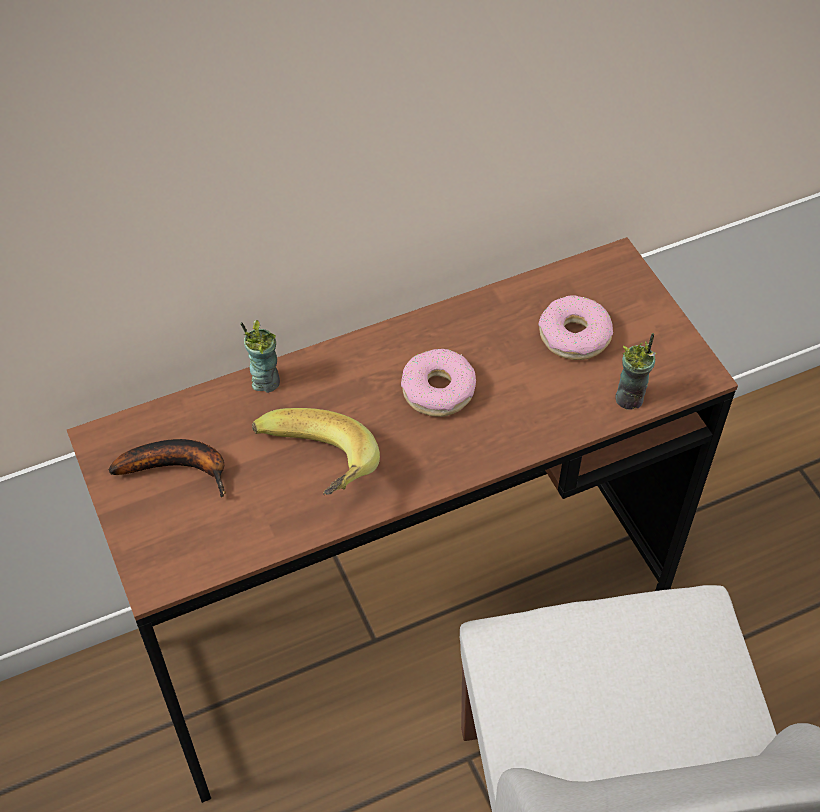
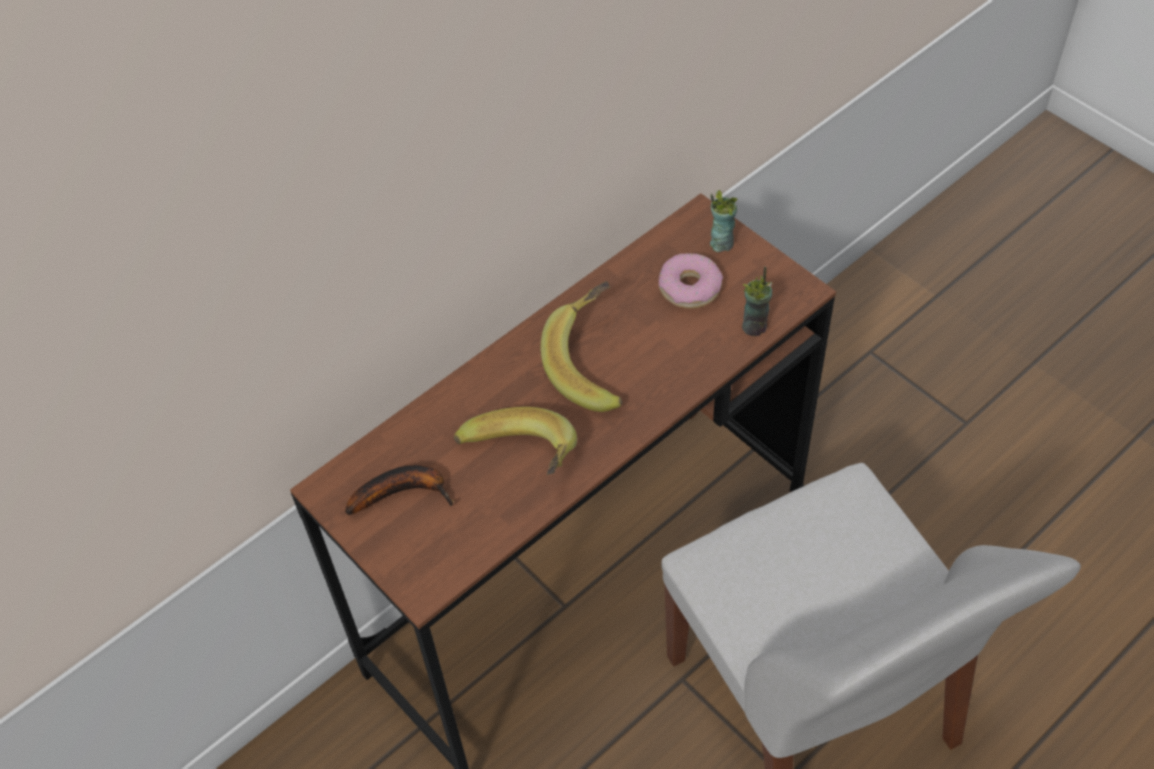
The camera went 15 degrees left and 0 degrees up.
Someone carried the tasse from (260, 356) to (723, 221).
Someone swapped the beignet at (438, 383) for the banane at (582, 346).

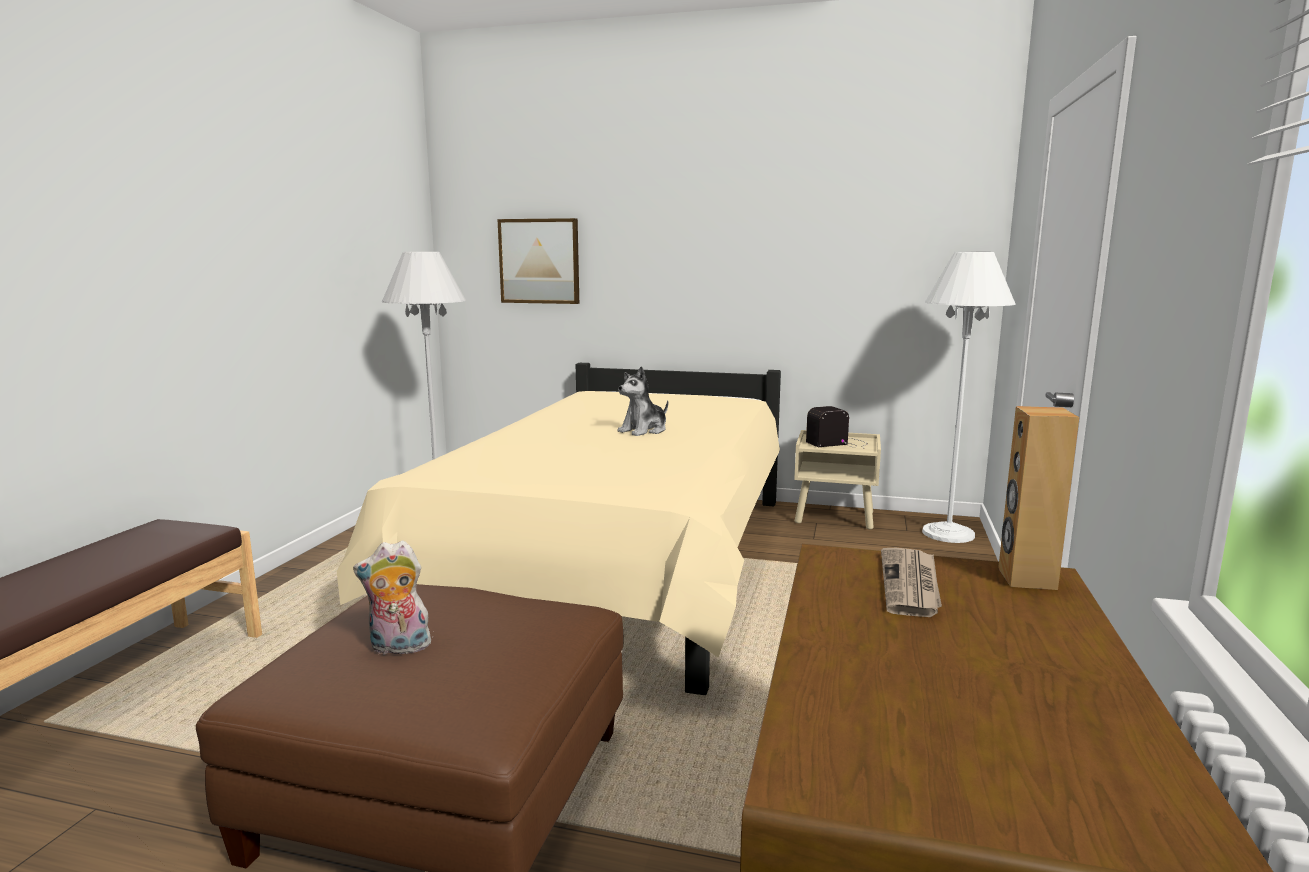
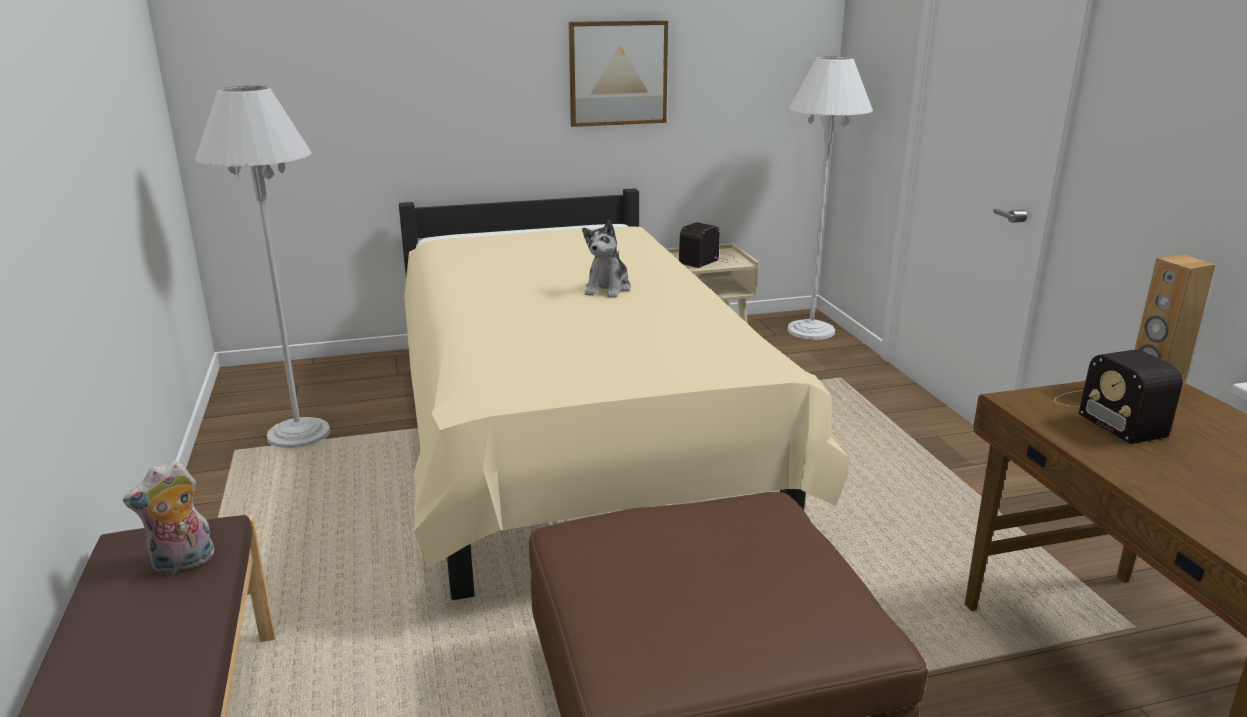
The camera went 30 degrees left and 10 degrees up.
Someone carried the peluche from (392, 598) to (168, 518).
Someone carried the tableau from (538, 261) to (618, 73).
Someone swapped the journal at (911, 582) for the radio at (1118, 396).

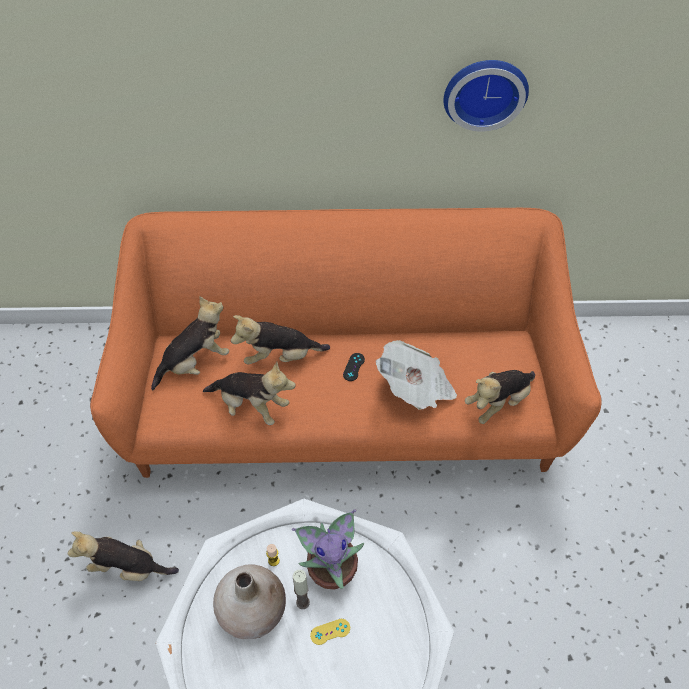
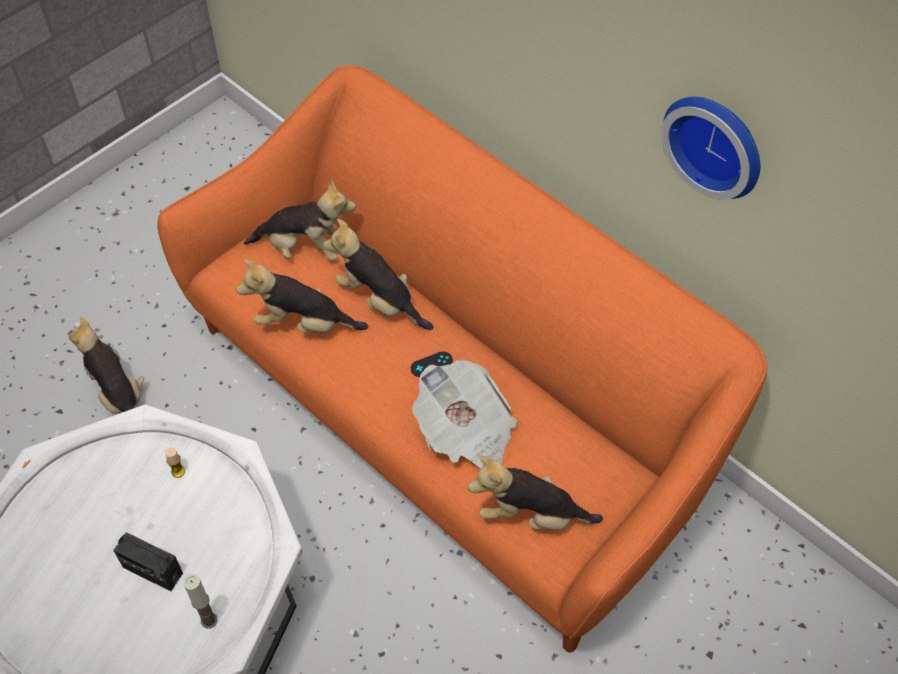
The camera went 45 degrees right and 0 degrees up.
Someone took away the vase [beige] at (249, 601).
Someone took away the plante en pot at (328, 549).
Someone carried the bougie from (301, 589) to (201, 601).
Someone swapped the manette [jaune] at (330, 632) for the radio at (148, 561).
Someone rotated the peluche at (249, 393) by 120 degrees clockwise.

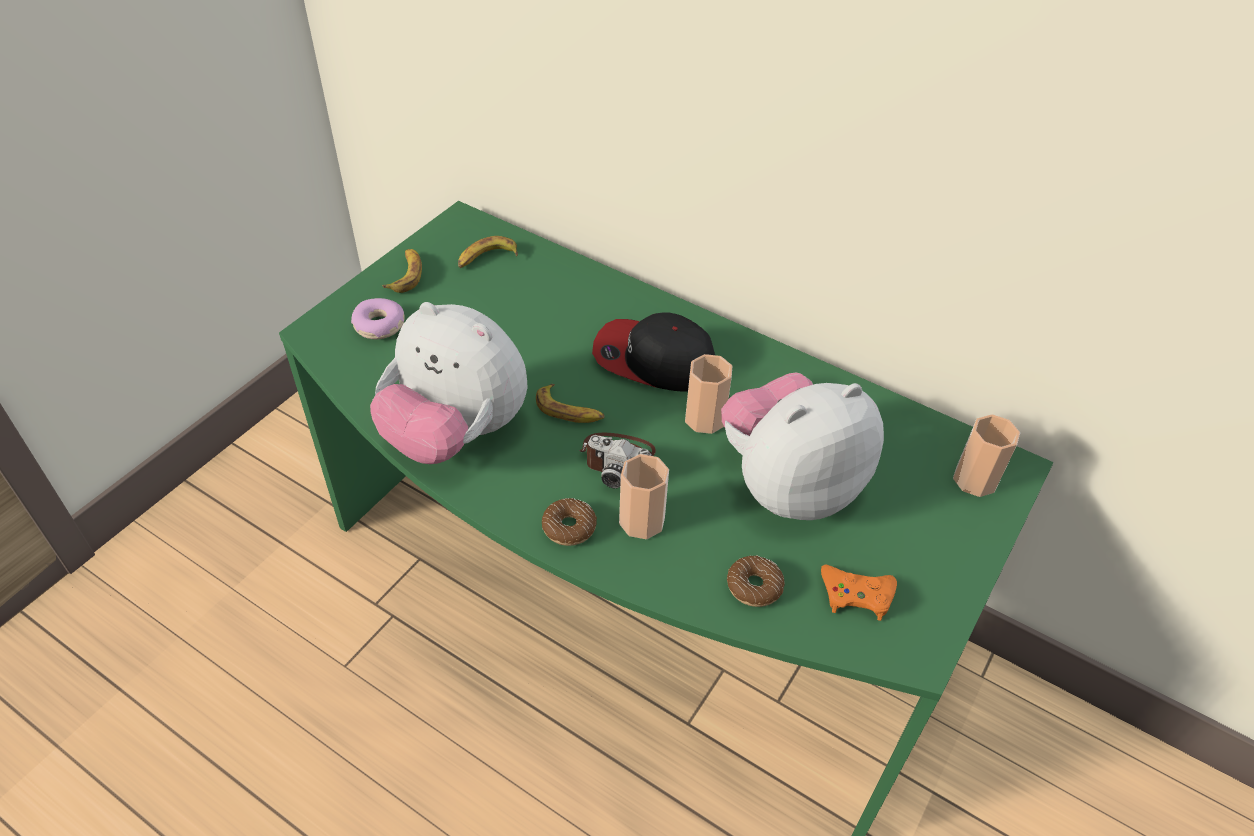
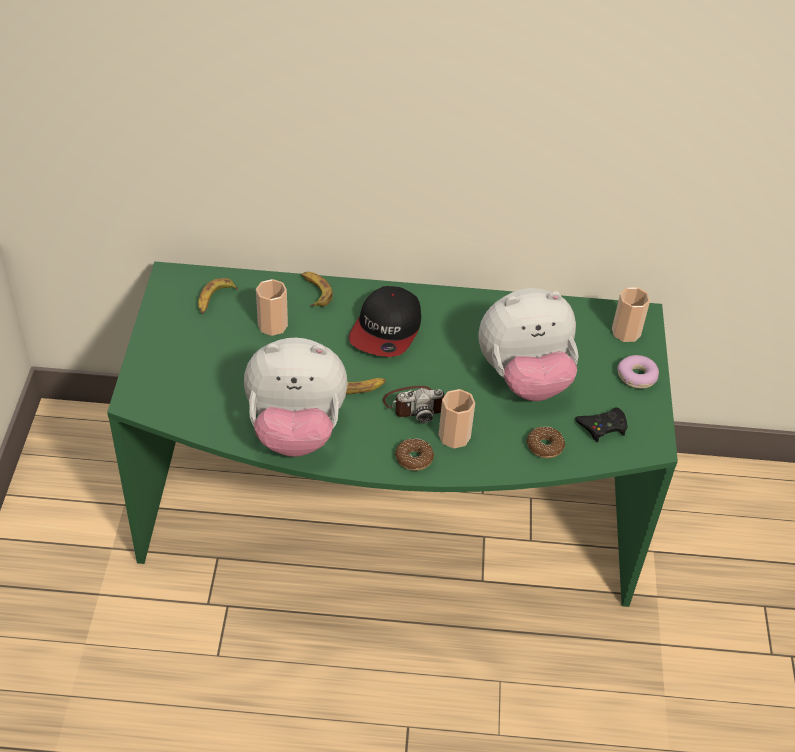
The camera went 30 degrees left and 0 degrees up.
Someone carried the beignet from (378, 318) to (638, 372).
Someone carried the banane from (402, 271) to (317, 289).
Someone carried the tasse from (708, 394) to (272, 307).
Someone repainted the manette [orange] at (859, 593), which became the manette [noir] at (601, 424).
Someone rotated the casquette at (653, 352) by 60 degrees counterclockwise.
Someone rotated the peluche at (802, 446) by 135 degrees counterclockwise.

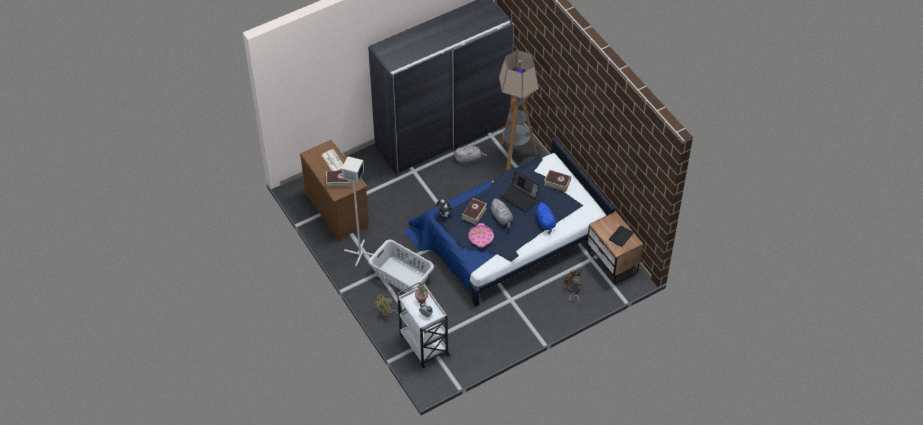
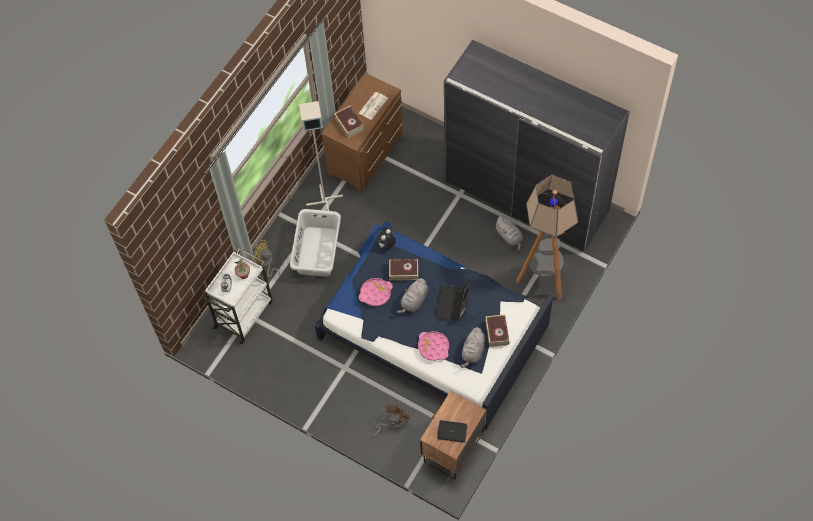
The camera went 65 degrees right and 10 degrees up.
Someone put down the peluche [gris] at (472, 347).
Someone swapped the peluche [bleu] at (545, 218) for the plateau [rose] at (433, 346).

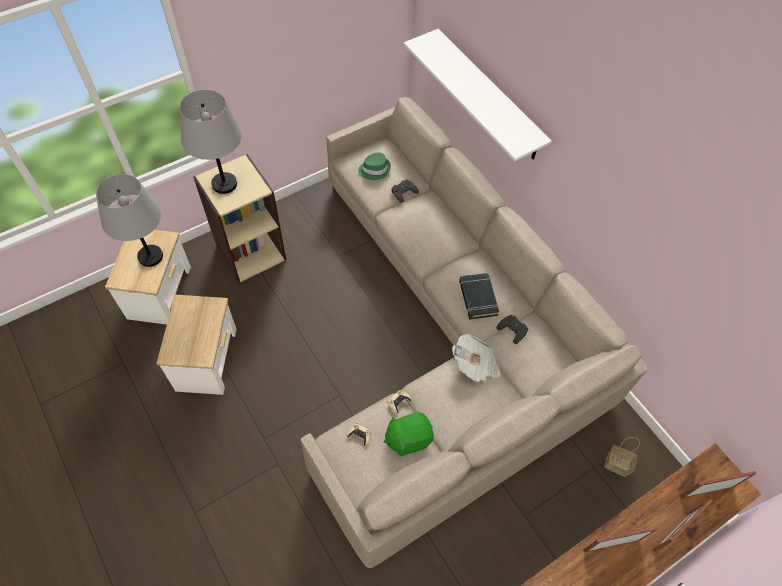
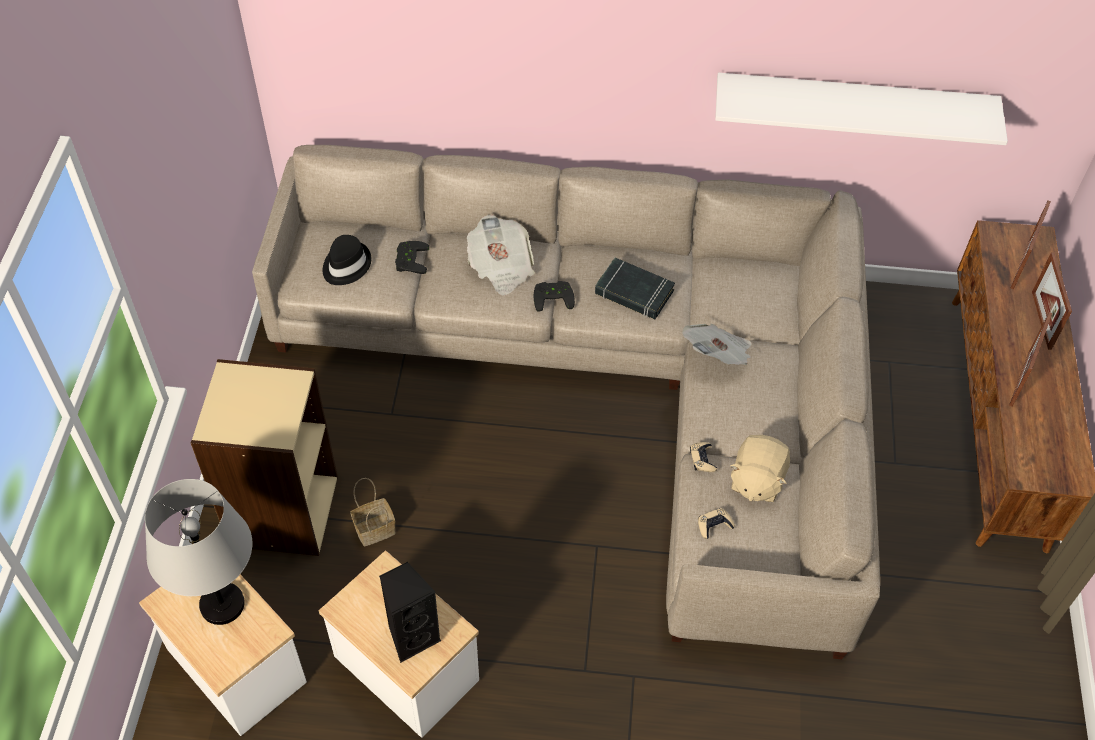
The camera went 50 degrees left and 5 degrees down.
Someone took away the lampe de table [gris] at (211, 142).
Someone put down the enceinte [noir] at (410, 612).
Someone put down the journal at (501, 255).
Someone carried the étagère [blanc] from (478, 95) to (861, 109).
Someone carried the manette [noir] from (512, 329) to (554, 296).
Someone carried the panier from (622, 457) to (373, 512).
Someone repainted the chapeau [vert] at (374, 166), which became the chapeau [noir] at (347, 260).
Someone repainted the peluche [vert] at (408, 434), which became the peluche [beige] at (760, 468).

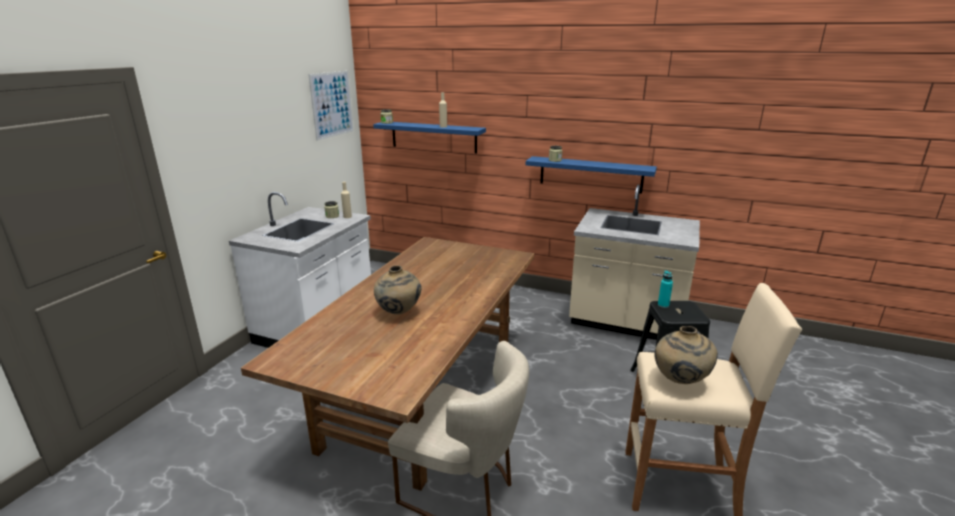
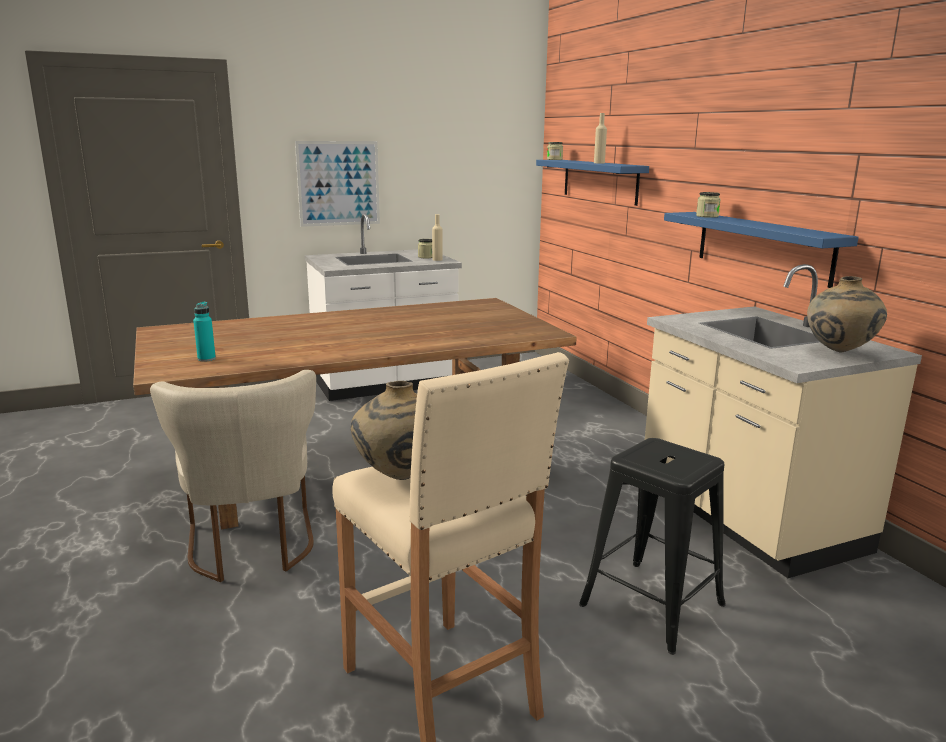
The camera went 45 degrees right and 5 degrees down.
Someone carried the tableau from (331, 106) to (337, 184).
Someone carried the vase [beige] from (398, 289) to (847, 314).
Someone carried the bouteille [turquoise] from (665, 289) to (204, 332).

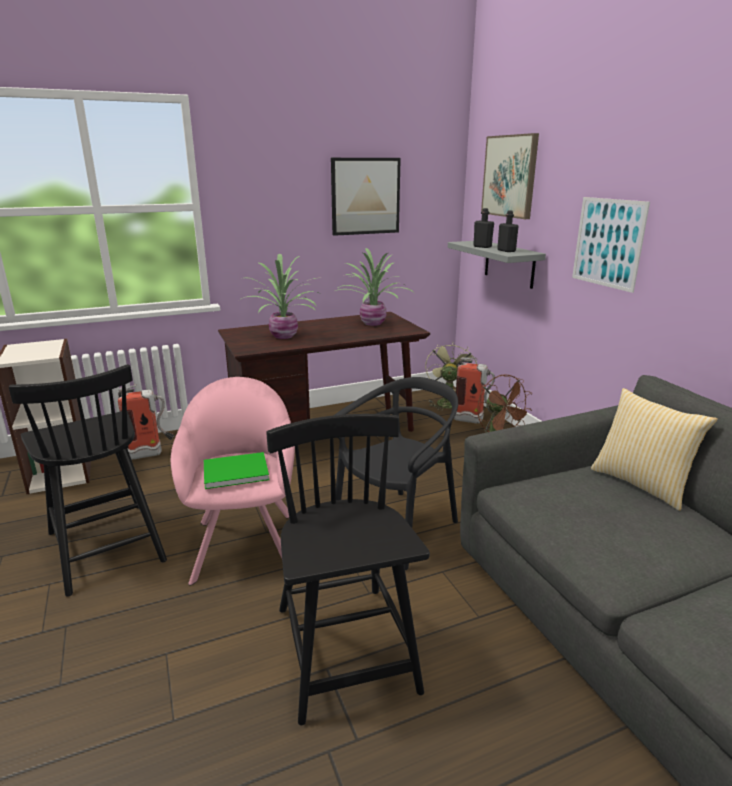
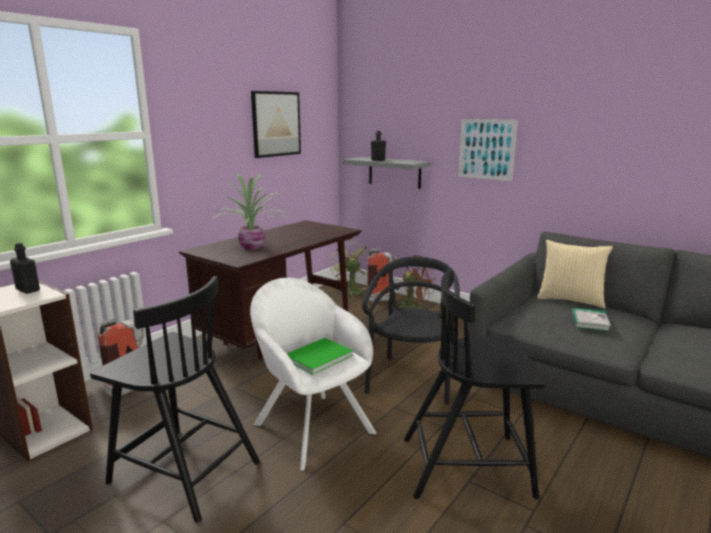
The camera went 30 degrees left and 5 degrees down.
Someone took away the plante en pot at (375, 287).
Someone took away the tableau at (510, 176).
Someone put down the livre at (591, 319).
Someone carried the bouteille [noir] from (508, 231) to (25, 268).
Someone repainted the fauteuil [rose] at (233, 481), which became the fauteuil [blanc] at (313, 374).
Someone rotated the chaise [noir] at (348, 569) by 45 degrees counterclockwise.

